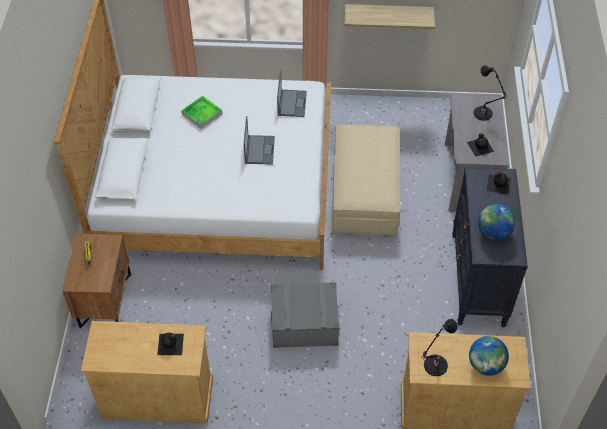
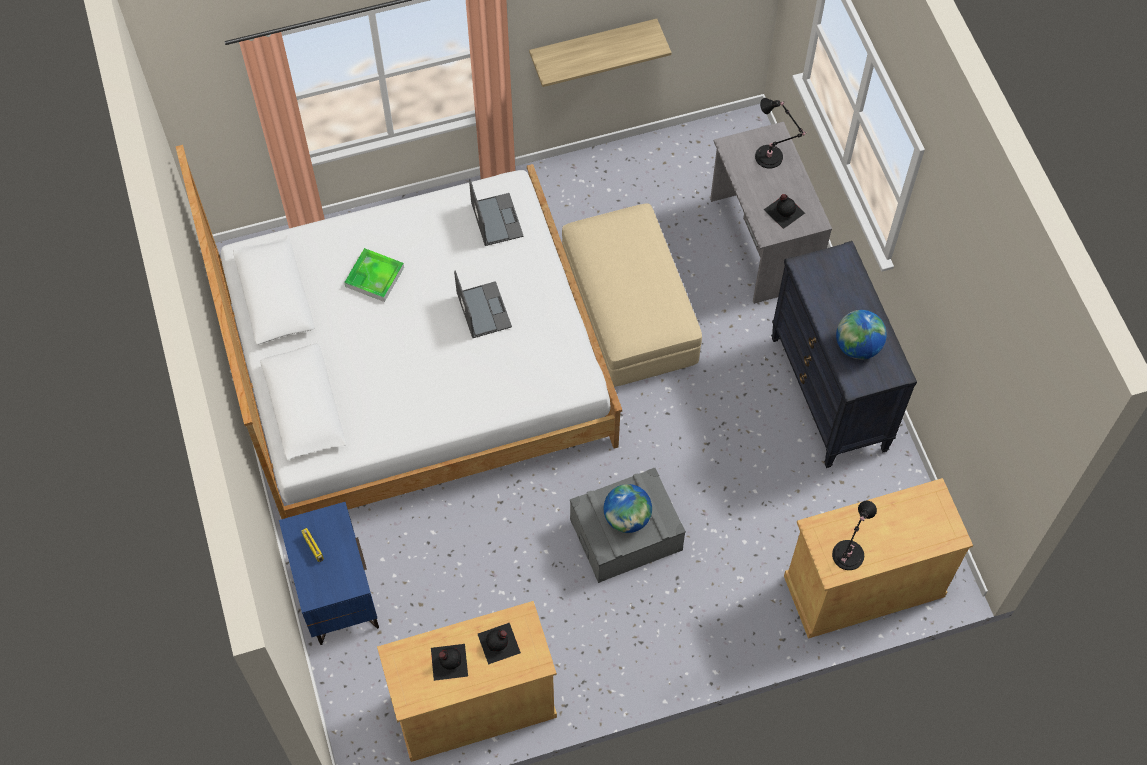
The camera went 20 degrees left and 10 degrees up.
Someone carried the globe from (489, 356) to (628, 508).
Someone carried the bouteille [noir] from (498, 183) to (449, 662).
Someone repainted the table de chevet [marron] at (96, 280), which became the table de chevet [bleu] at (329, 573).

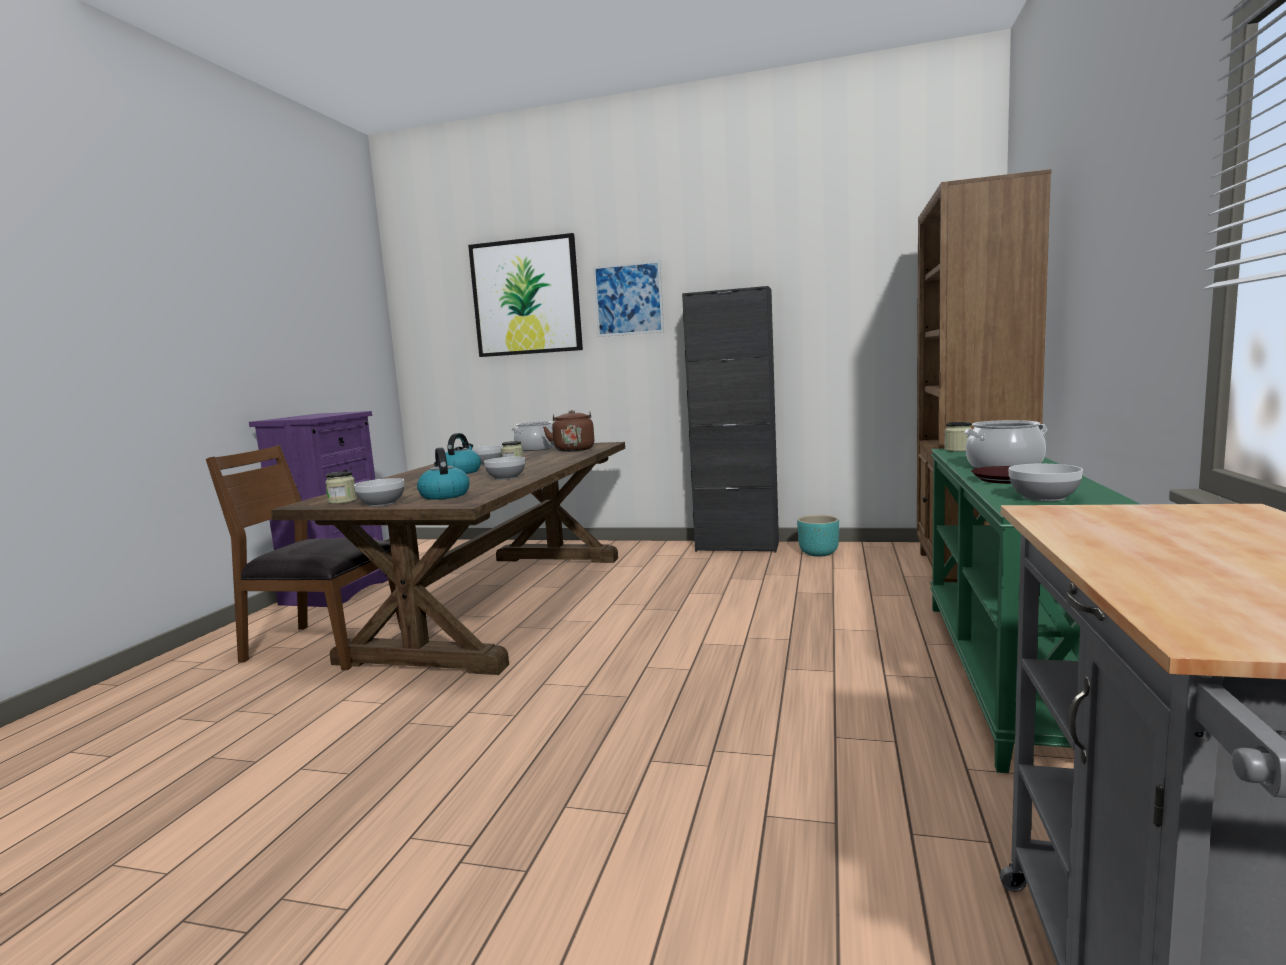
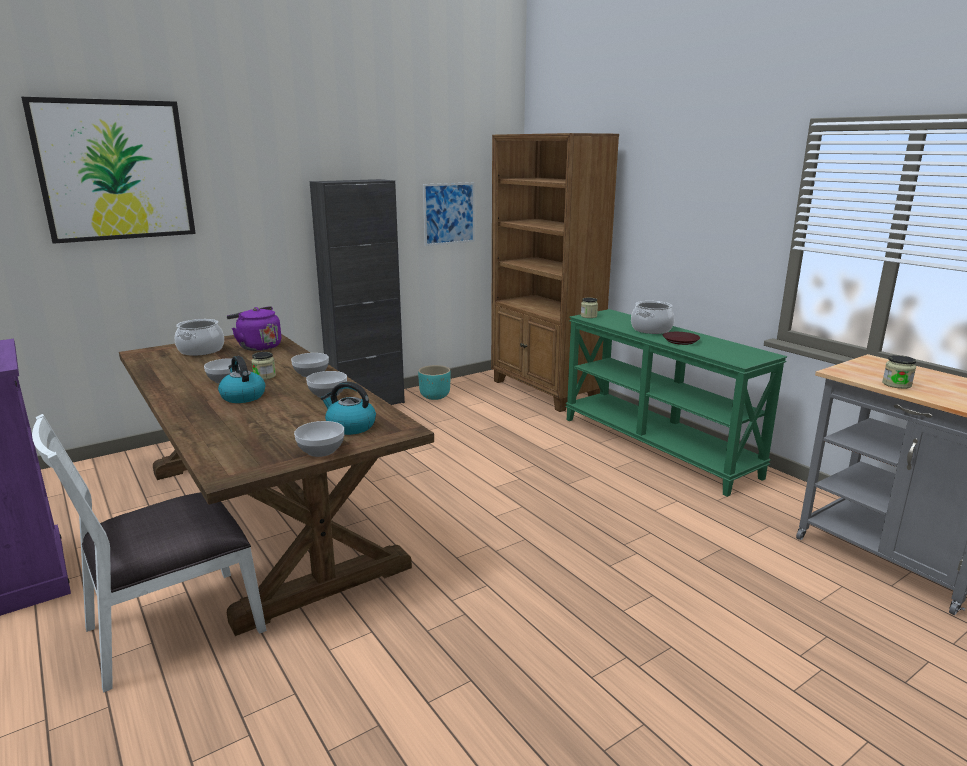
The camera went 50 degrees left and 10 degrees up.
Someone carried the bocal from (341, 487) to (899, 372).
Someone carried the tableau from (628, 298) to (449, 214).
Someone carried the bol from (1045, 482) to (310, 365).
Someone repainted the chaise [marron] at (303, 557), which became the chaise [blanc] at (149, 553).
Someone repainted the bouilloire [marron] at (568, 431), which became the bouilloire [violet] at (254, 328).

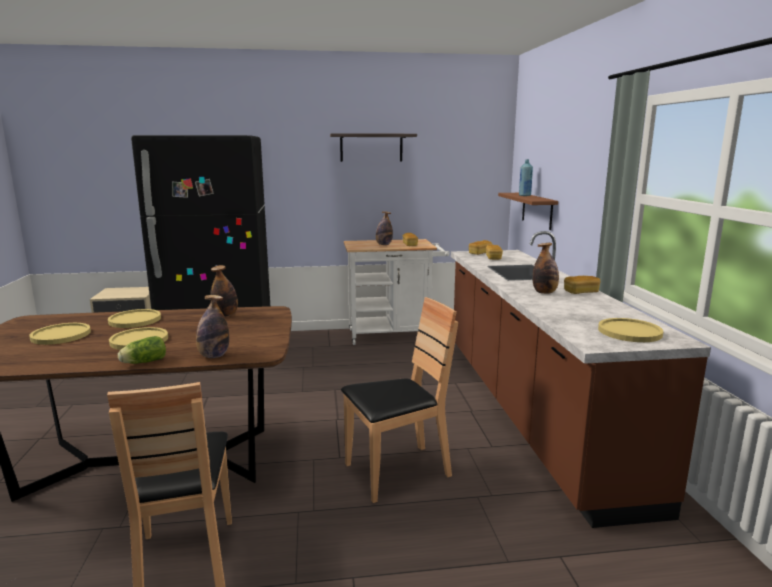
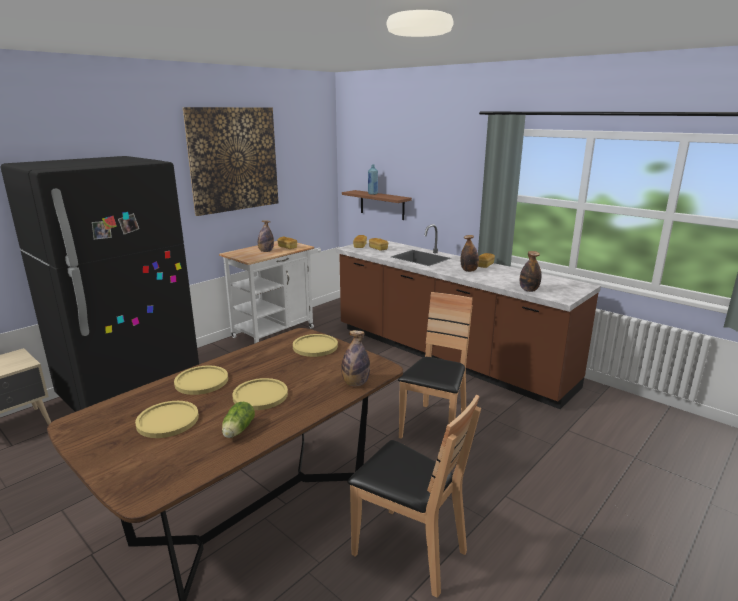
The camera went 40 degrees left and 5 degrees up.
Someone carried the laitue from (142, 350) to (238, 420).
Someone carried the bouteille from (224, 291) to (530, 271).
Someone carried the assiette [jaune] from (630, 330) to (315, 345).
Someone swapped the étagère at (373, 147) for the tableau at (230, 161).

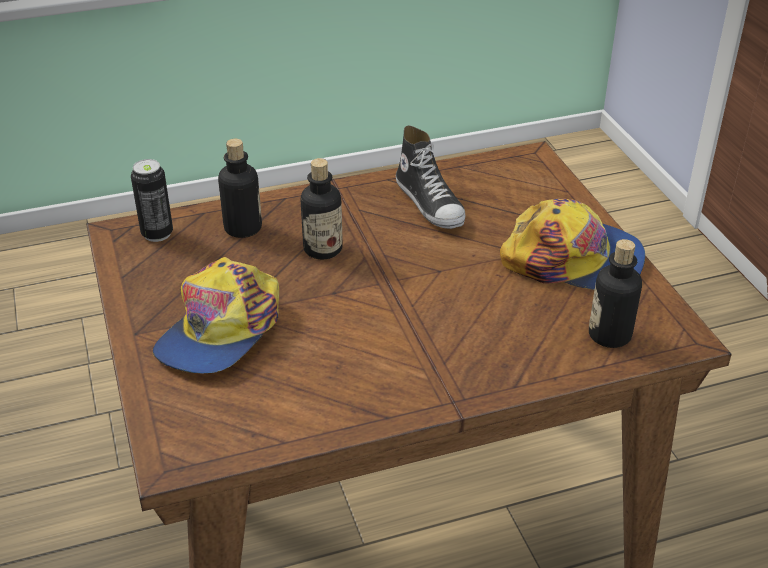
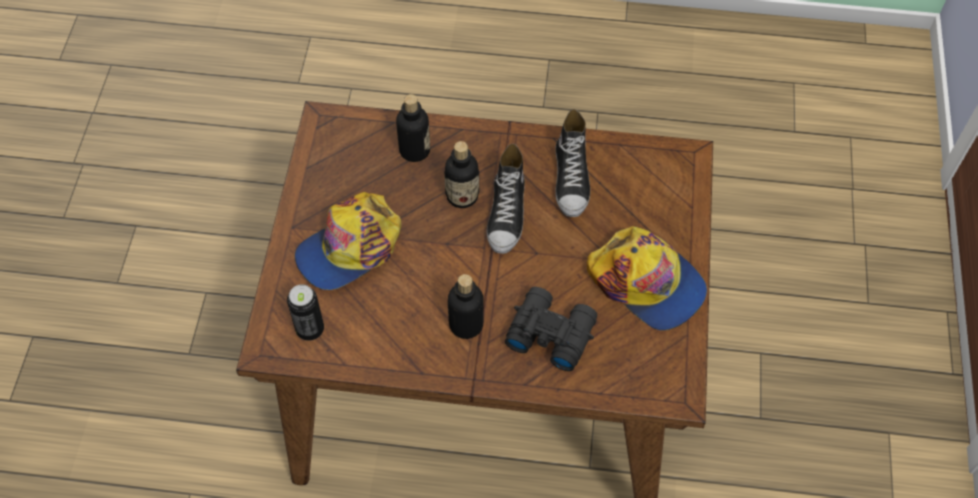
The camera went 25 degrees right and 20 degrees up.
Someone put down the chaussure at (506, 199).
Someone put down the jumelles [noir] at (551, 329).
Someone carried the boîte métallique from (152, 200) to (305, 312).
Someone carried the bouteille from (615, 293) to (466, 306).

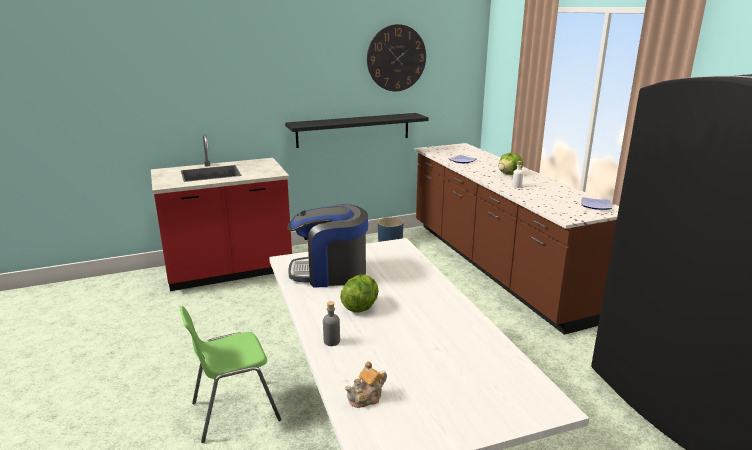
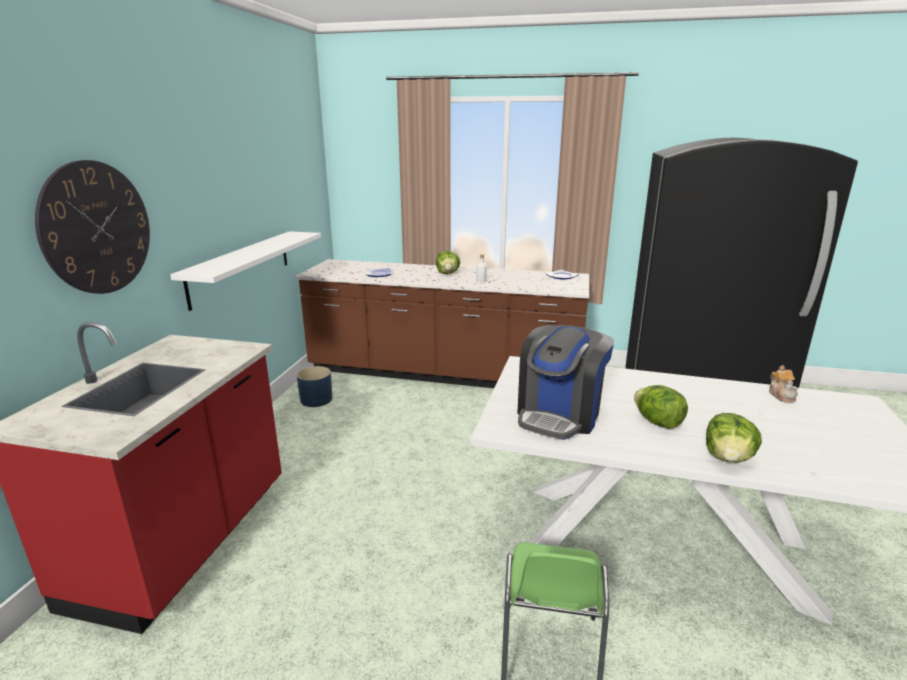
The camera went 55 degrees left and 0 degrees up.
Someone carried the théière from (366, 384) to (783, 384).
Someone carried the horloge murale from (396, 57) to (92, 227).
Someone swapped the bouteille [gris] at (331, 323) for the laitue at (734, 438).
Someone repainted the étagère [noir] at (357, 130), which became the étagère [blanc] at (245, 271).

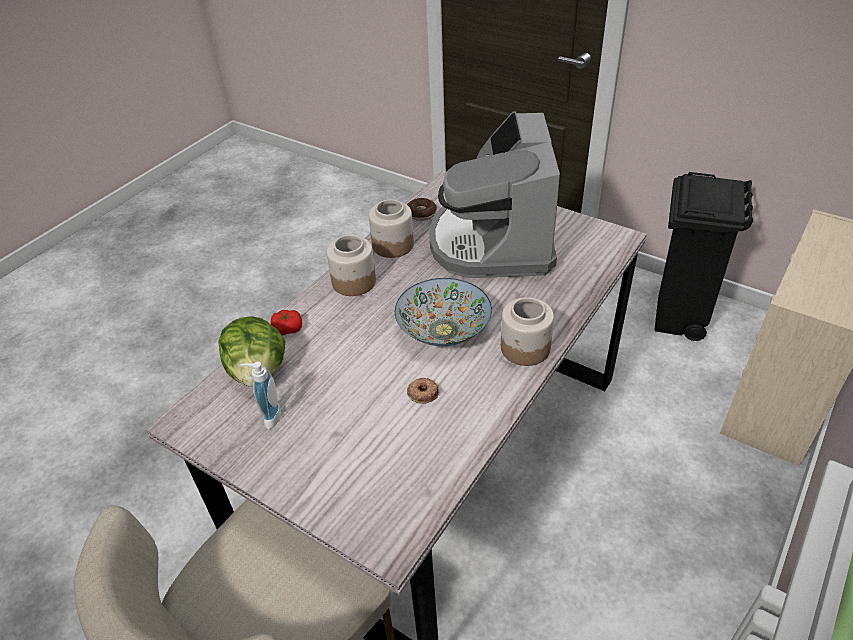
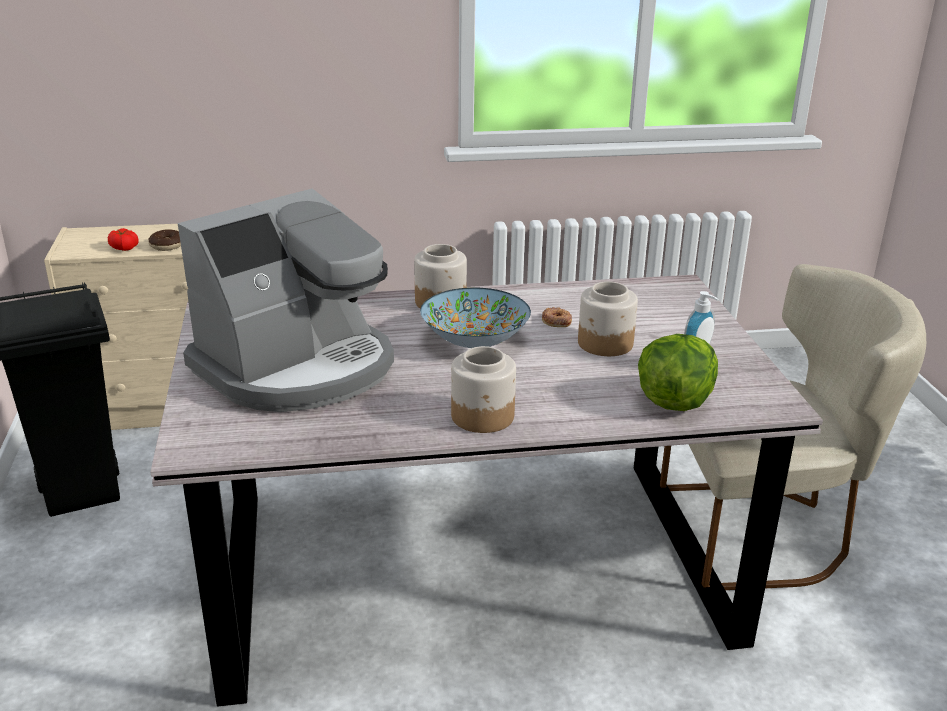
The camera went 135 degrees left and 15 degrees down.
Someone carried the tomate from (286, 322) to (123, 239).
Someone carried the bocal from (391, 228) to (608, 318).
Someone carried the beignet from (422, 209) to (164, 240).

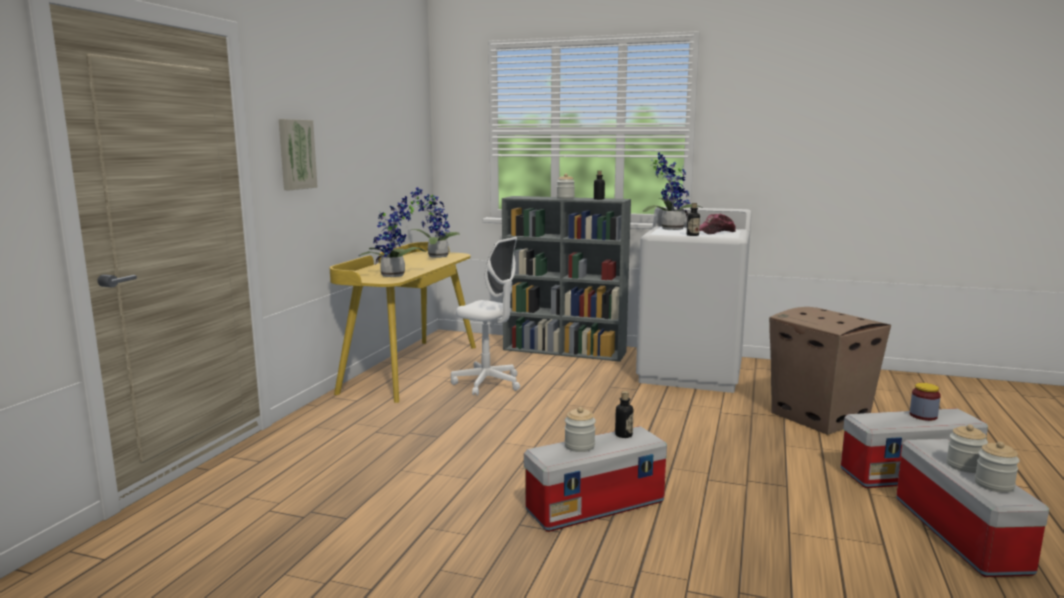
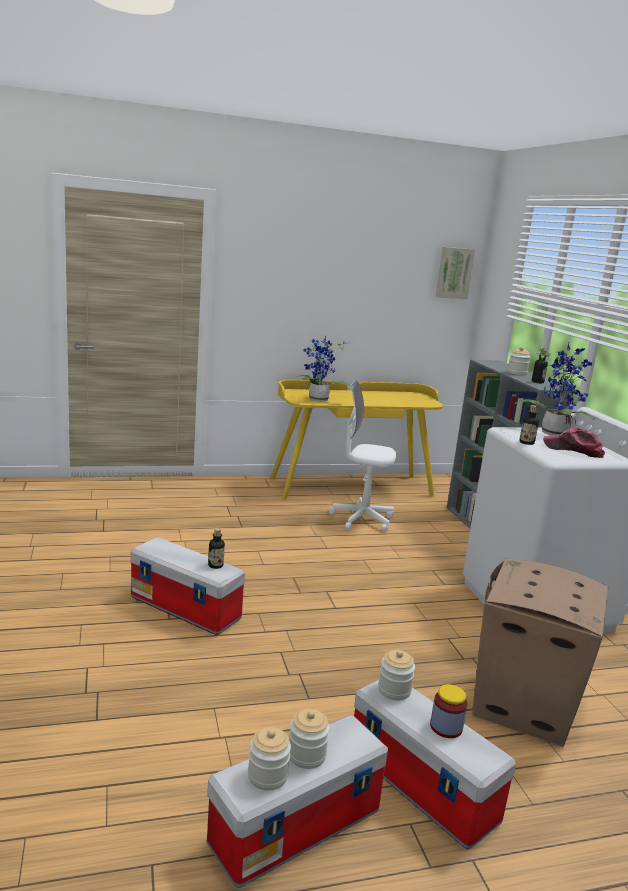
The camera went 55 degrees right and 5 degrees up.
Someone took away the plante en pot at (435, 222).
Someone carried the tableau from (298, 154) to (455, 273).
Someone carried the bocal from (580, 429) to (396, 675).
Someone rotated the chaise de bureau [blanc] at (485, 316) by 105 degrees clockwise.

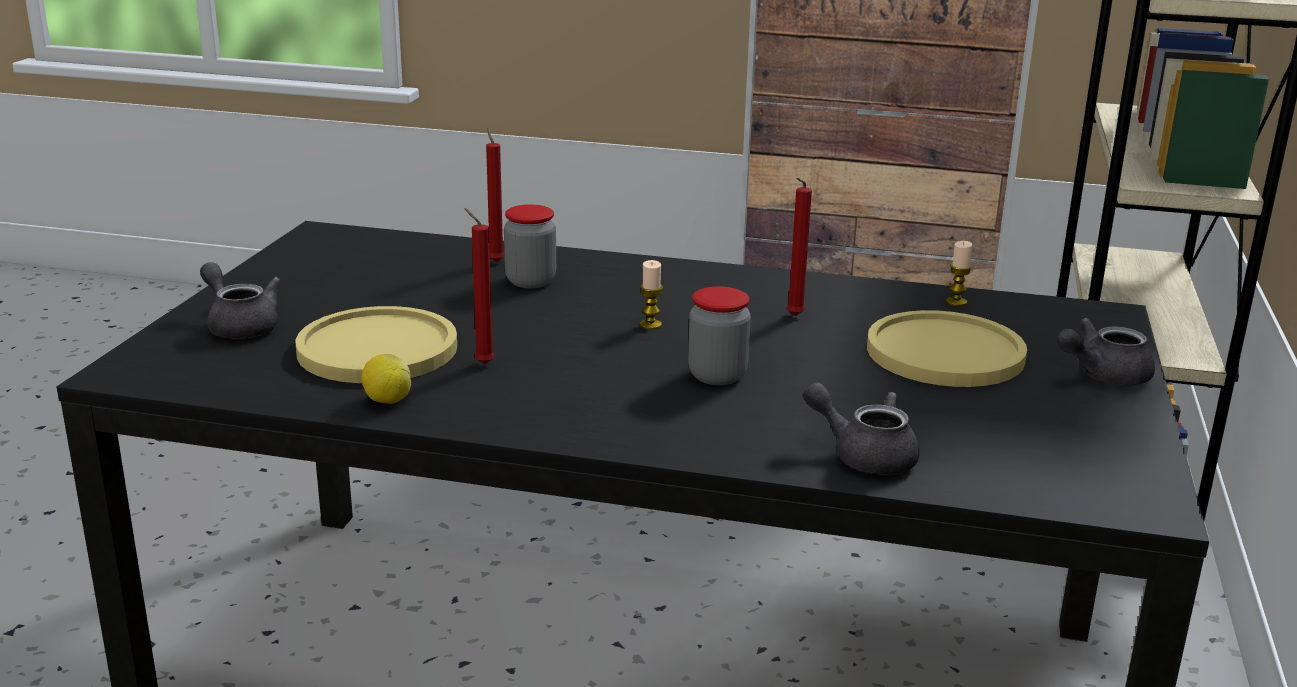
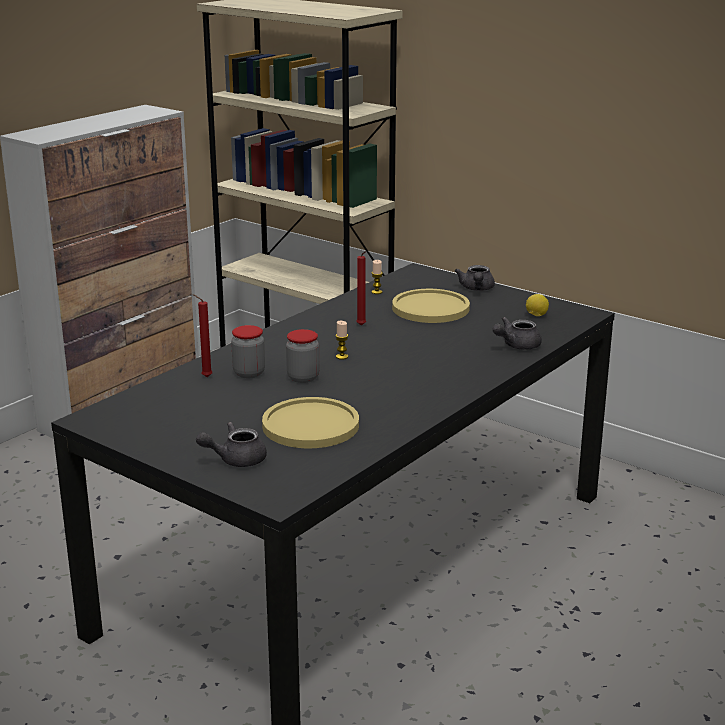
The camera went 65 degrees left and 0 degrees up.
Someone took away the bougie [rouge] at (479, 286).
Someone carried the citron from (386, 379) to (537, 305).
Someone carried the bocal from (719, 335) to (303, 356).

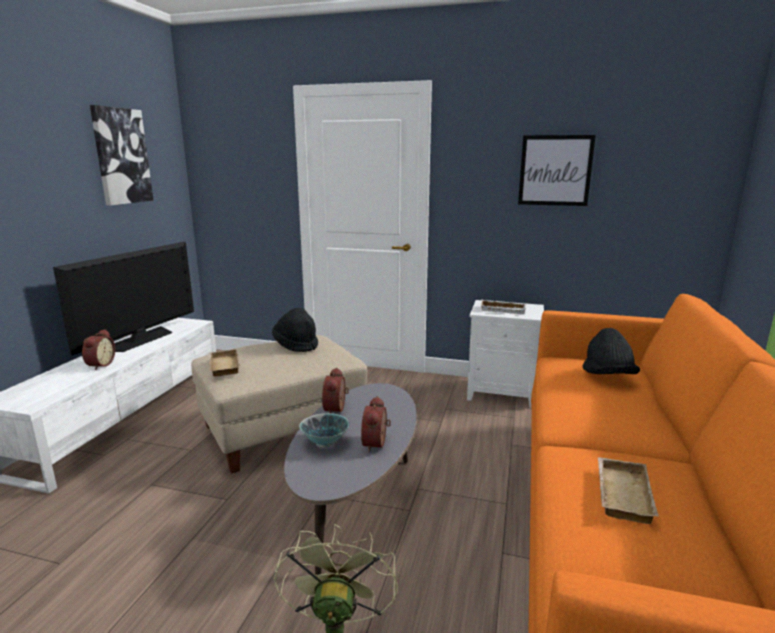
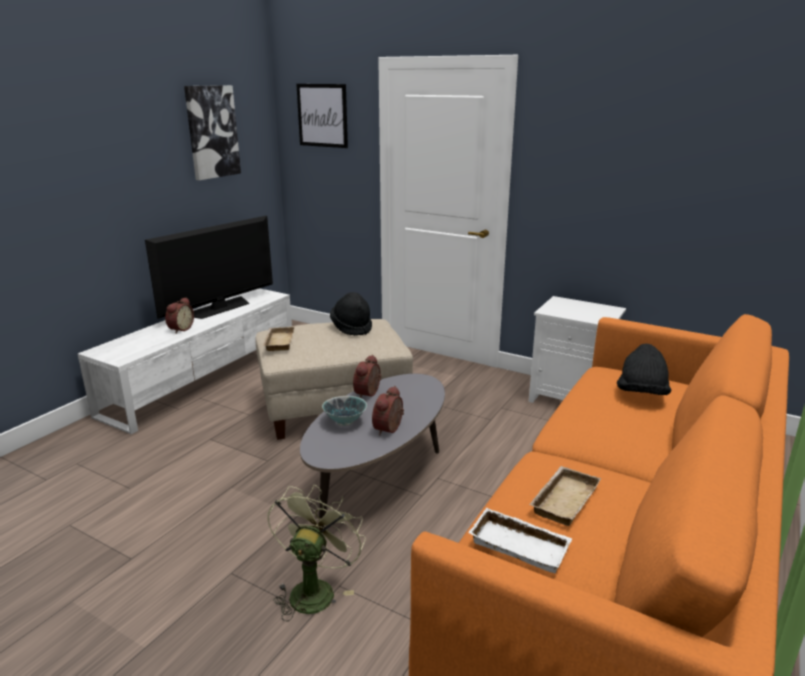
The camera went 15 degrees right and 5 degrees up.
Someone carried the plateau [blanc] from (503, 307) to (520, 540).
Someone carried the tableau from (557, 170) to (322, 116).

